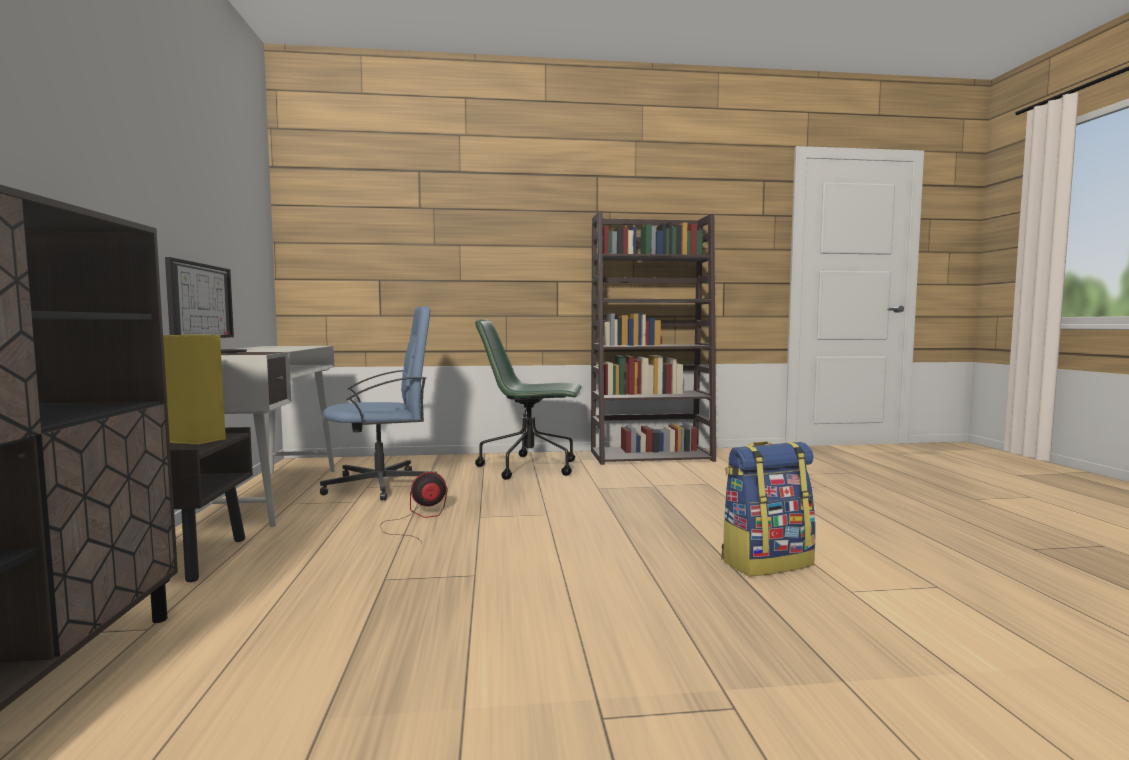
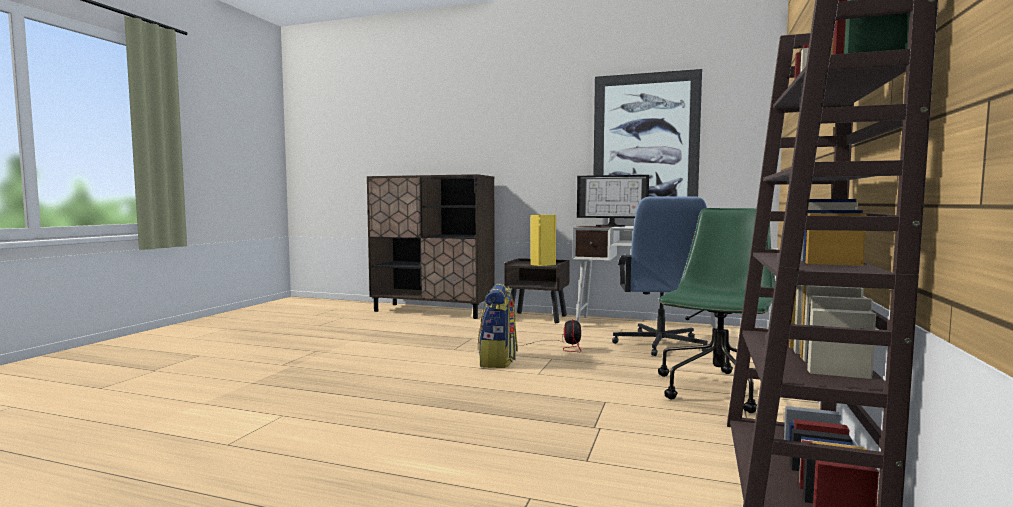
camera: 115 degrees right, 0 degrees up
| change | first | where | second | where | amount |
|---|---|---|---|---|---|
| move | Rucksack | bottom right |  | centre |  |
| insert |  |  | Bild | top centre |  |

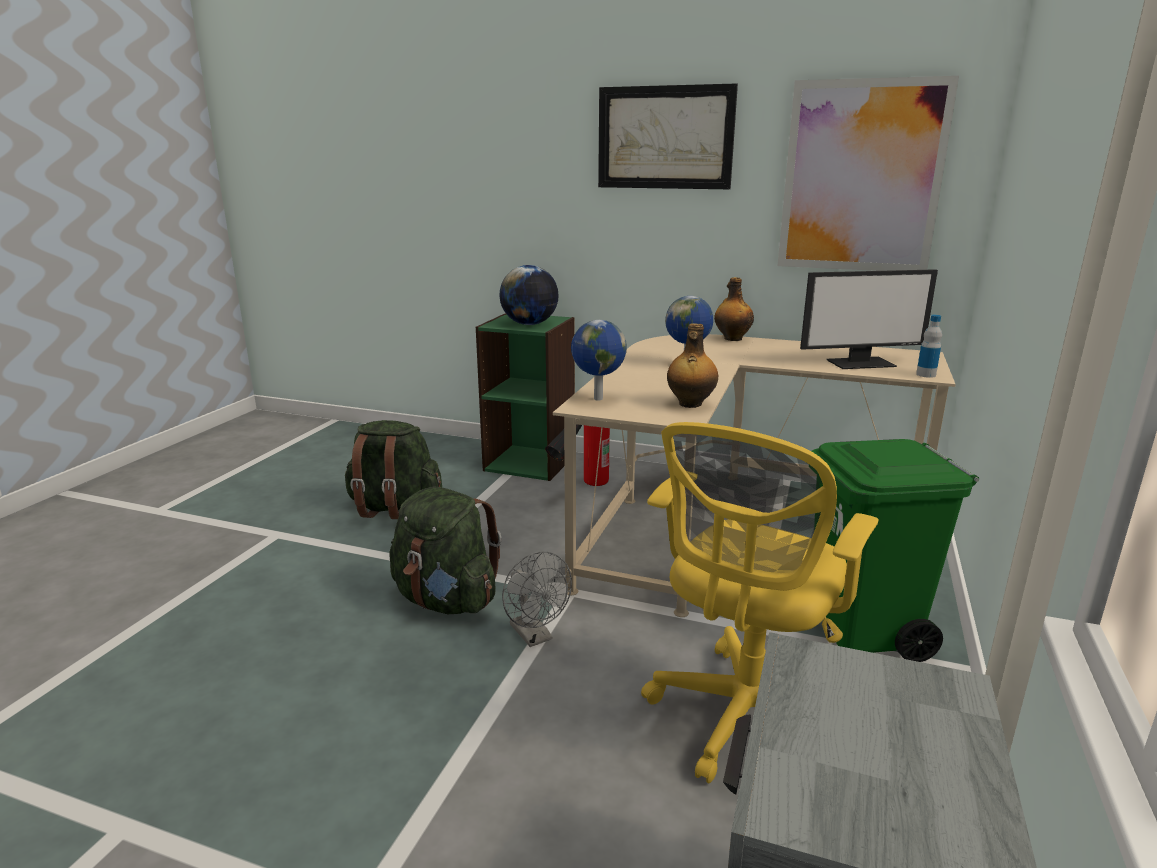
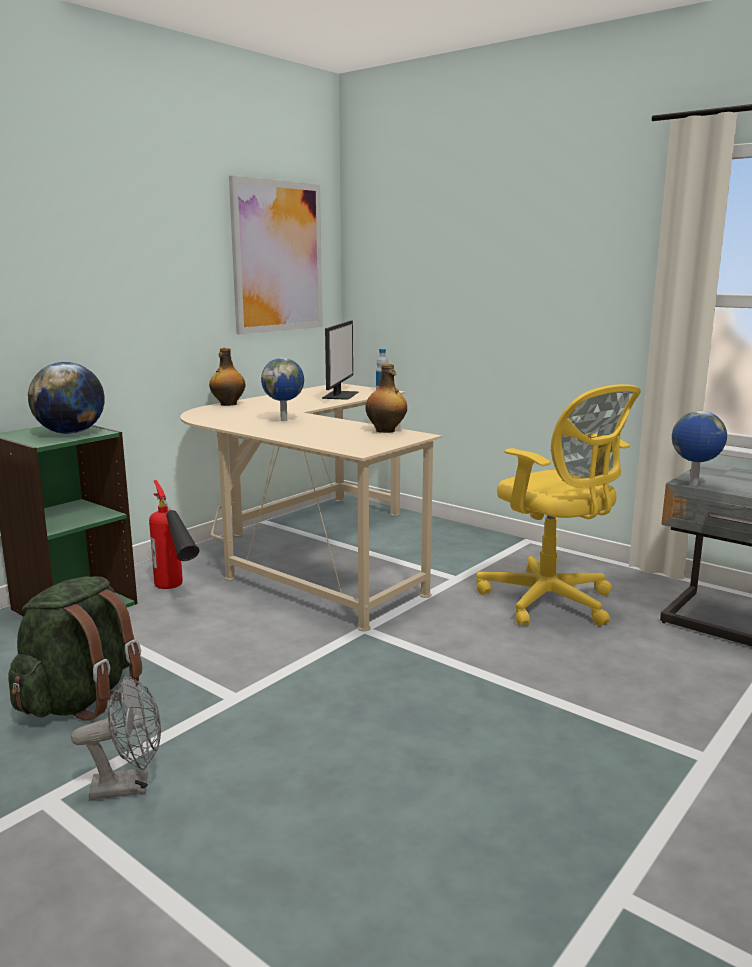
camera: 70 degrees left, 5 degrees down
| change | first | where | second | where | amount |
|---|---|---|---|---|---|
| move | Ventilator/grau | bottom centre |  | bottom left |  |
| move | Globus (2nd from left in the first image) | centre | Globus (3rd from left) | middle right |  |
| delete | Rucksack/grün (2nd from left) | centre |  |  |  |
| delete | Bild (1st from left) | top centre |  |  |  |
| delete | Mülleimer/grün | middle right |  |  |  |

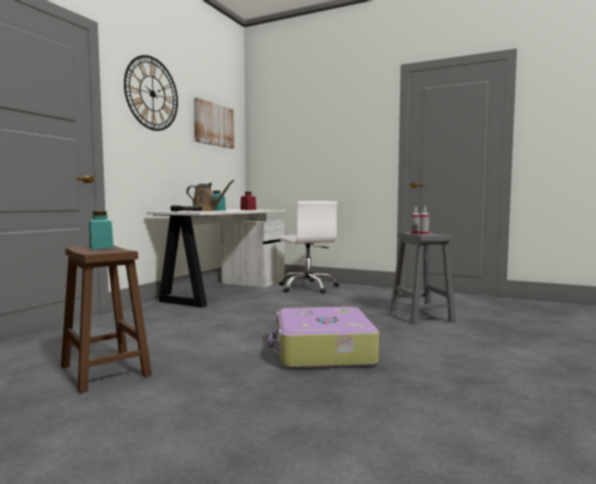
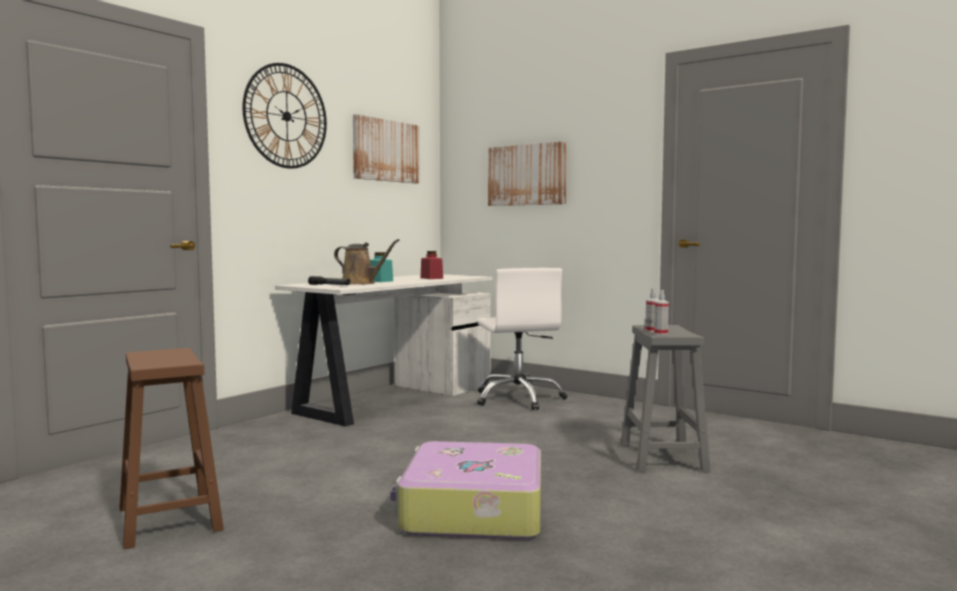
camera: 10 degrees right, 0 degrees up
| change | first | where | second | where | amount |
|---|---|---|---|---|---|
| insert |  |  | Bild (2nd from left) | top centre |  |
| delete | Vorratsglas/türkis (1st from left) | middle left |  |  |  |

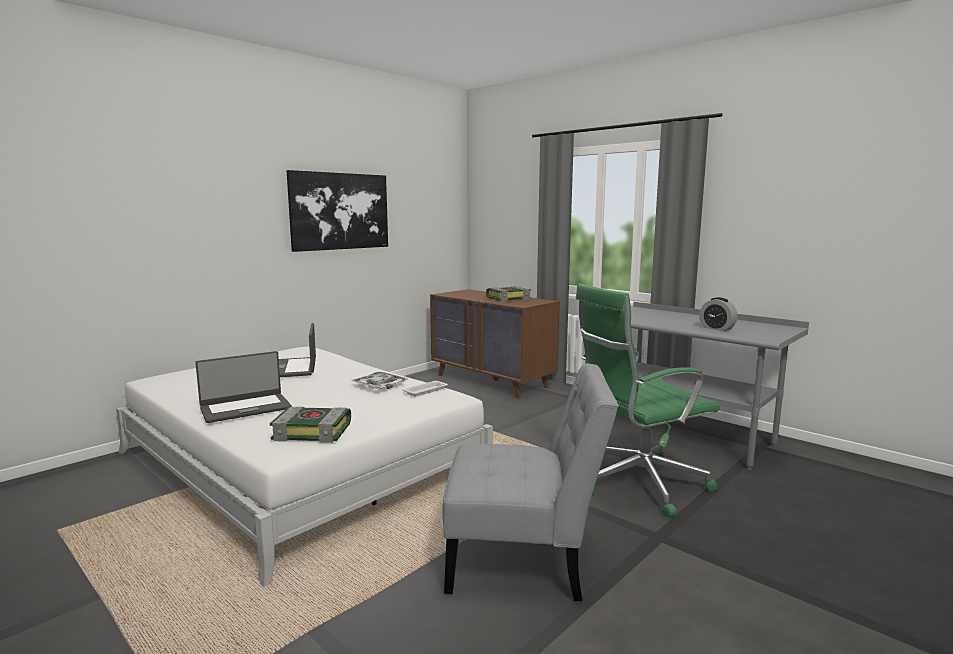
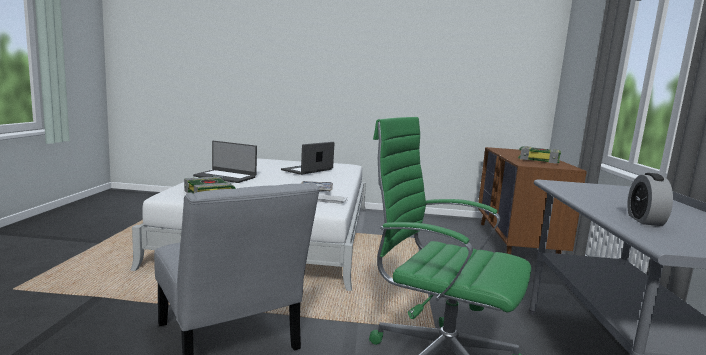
camera: 50 degrees right, 0 degrees up
| change | first | where | second | where | amount |
|---|---|---|---|---|---|
| delete | Bild | top centre |  |  |  |

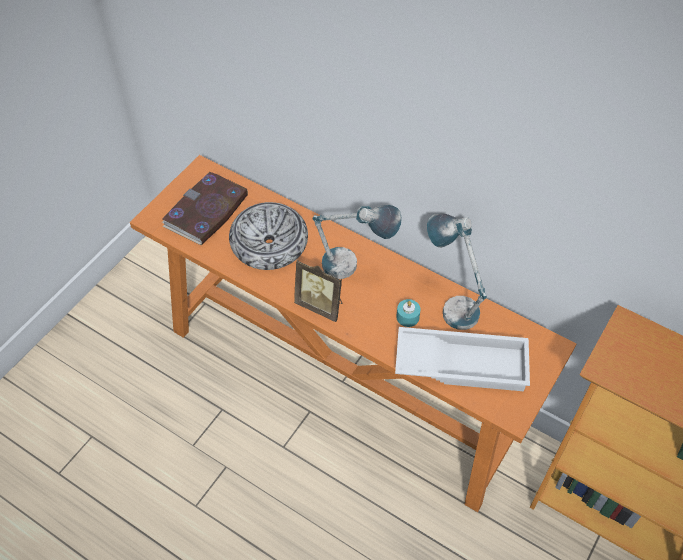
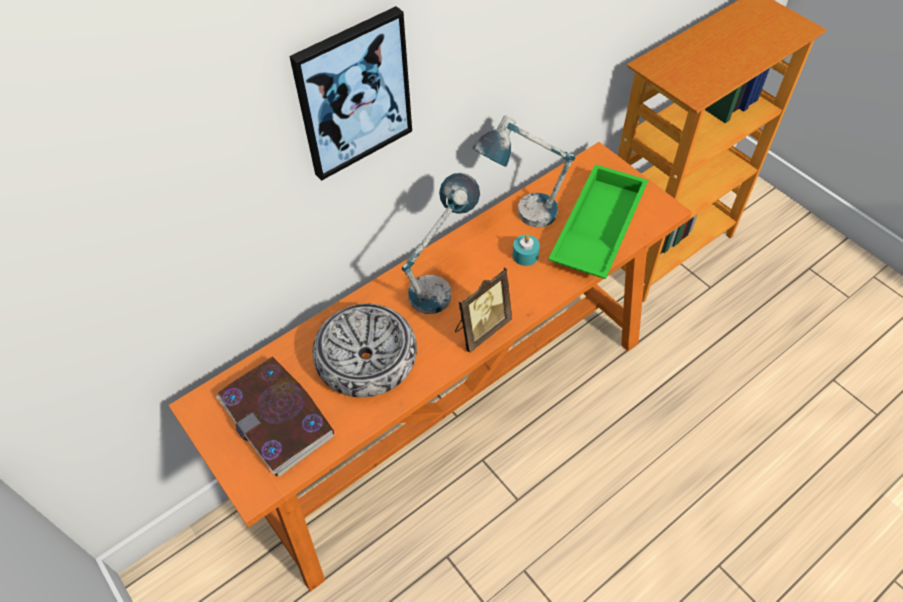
camera: 70 degrees left, 0 degrees up
| change | first | where | second | where | amount |
|---|---|---|---|---|---|
| insert |  |  | Bild | top centre |  |
| recolor | Tablett/weiß | middle right | Tablett/grün | centre |  |

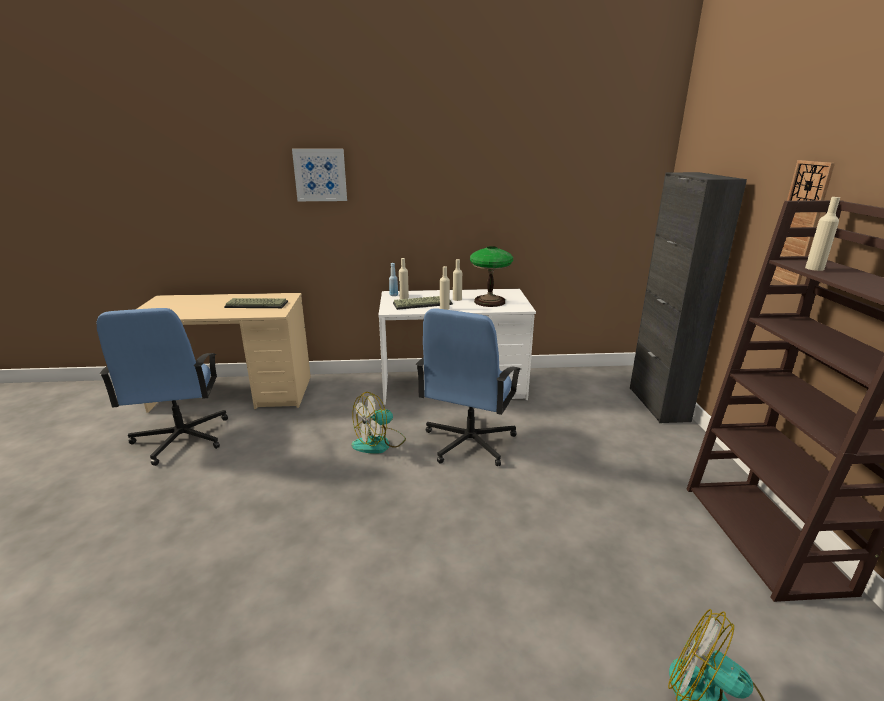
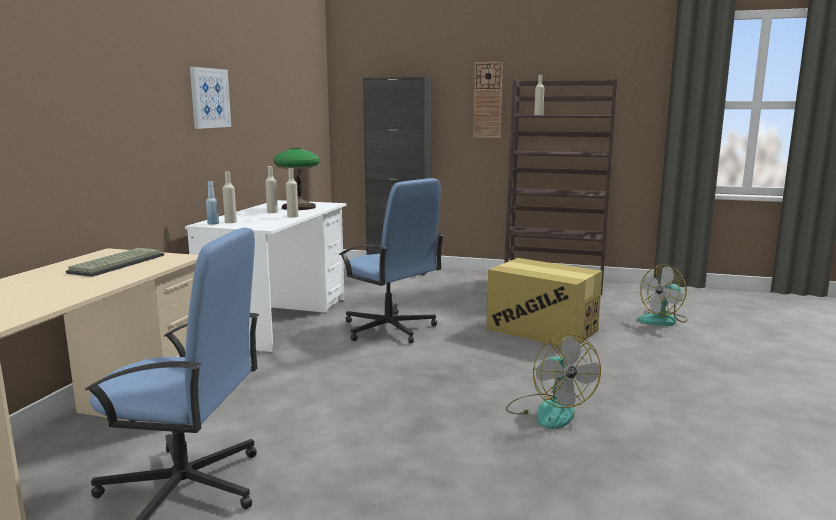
camera: 70 degrees left, 10 degrees down
| change | first | where | second | where | amount |
|---|---|---|---|---|---|
| move | Bild | top centre |  | top left |  |
| insert |  |  | Karton | centre |  |
| move | Ventilator (1st from left) | centre |  | bottom centre |  |
| delete | Tastatur (2nd from left) | centre |  |  |  |

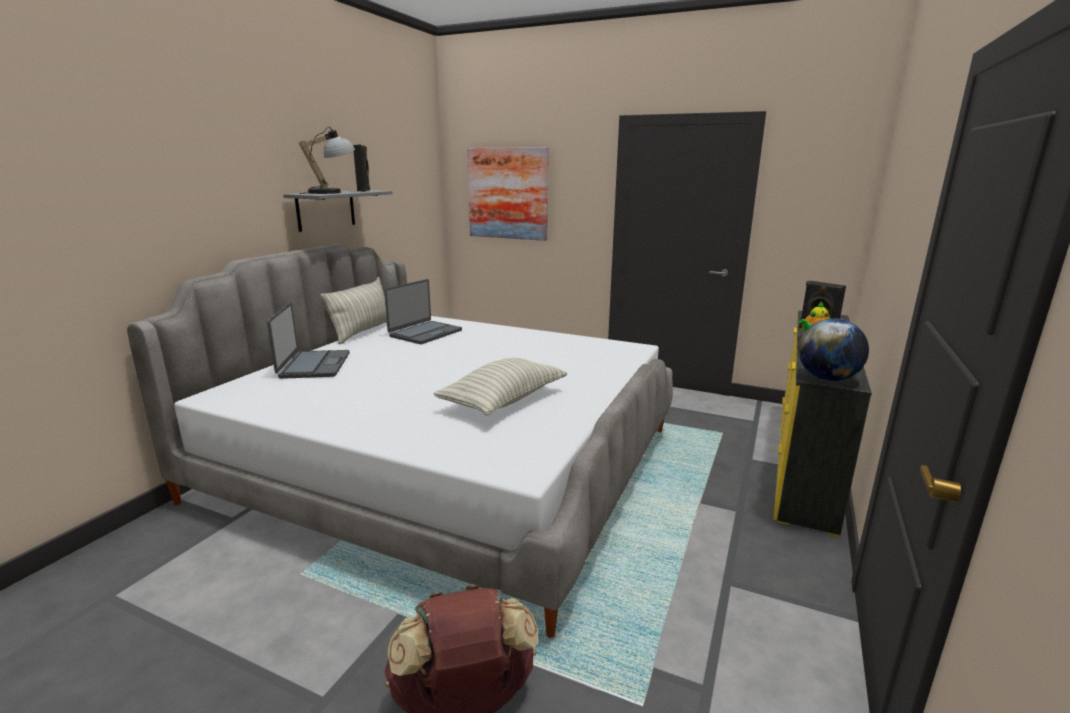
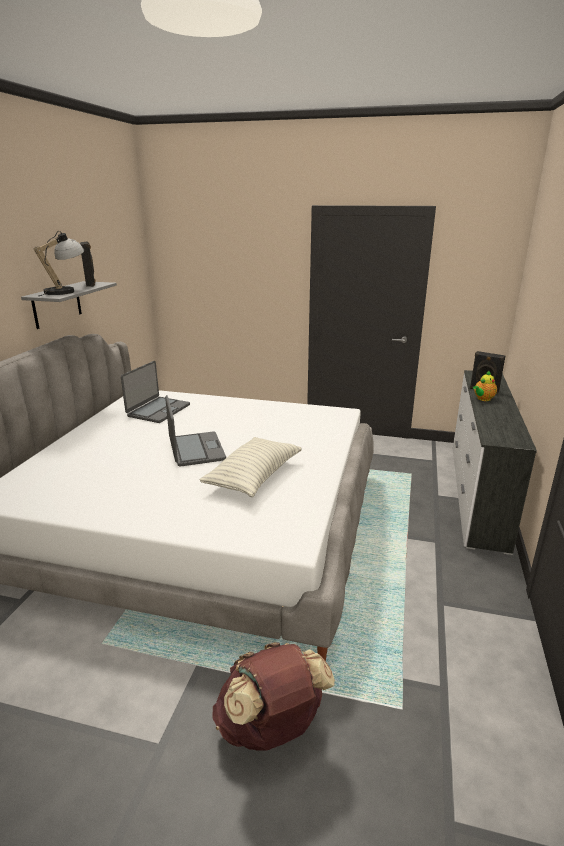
camera: 10 degrees left, 5 degrees up
| change | first | where | second | where | amount |
|---|---|---|---|---|---|
| move | Laptop (1st from left in the first image) | middle left | Laptop (2nd from left) | centre |  |
| recolor | Kommode/gelb | middle right | Kommode/weiß | middle right |  |
| delete | Kissen (1st from left) | middle left |  |  |  |
| delete | Bild | top centre |  |  |  |
| delete | Globus | middle right |  |  |  |

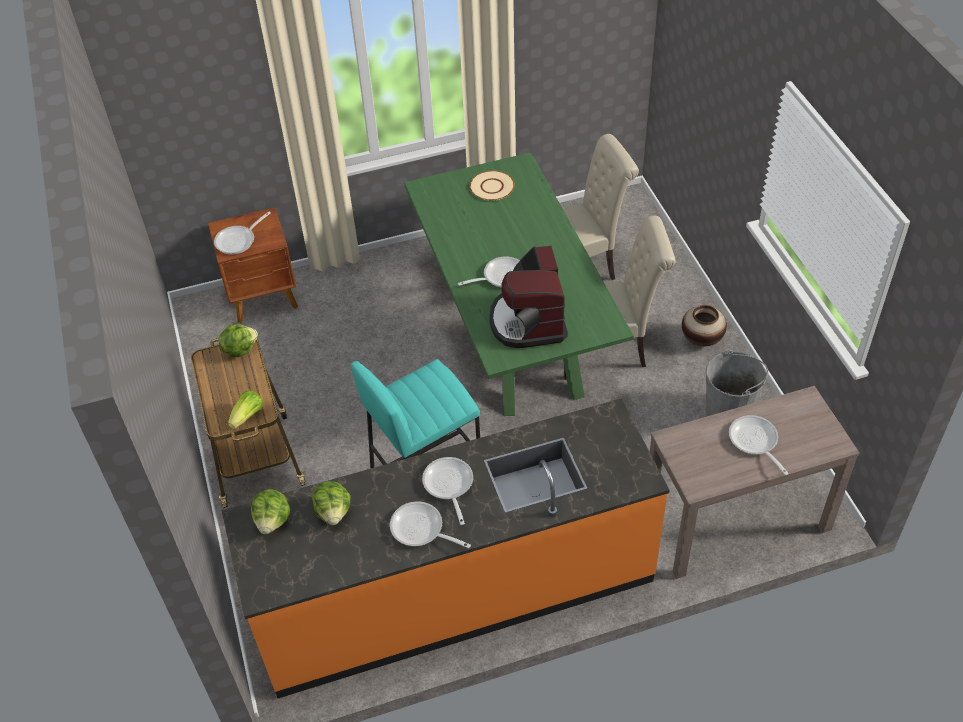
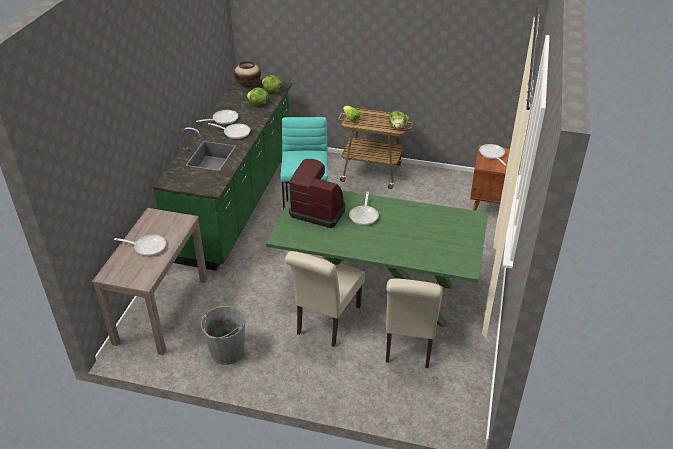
camera: 120 degrees right, 10 degrees down
| change | first | where | second | where | amount |
|---|---|---|---|---|---|
| recolor | Küchenzeile/orange | bottom centre | Küchenzeile/grün | middle left |  |
| move | Vase | middle right |  | top centre |  |
| delete | Teller/beige | top centre |  |  |  |

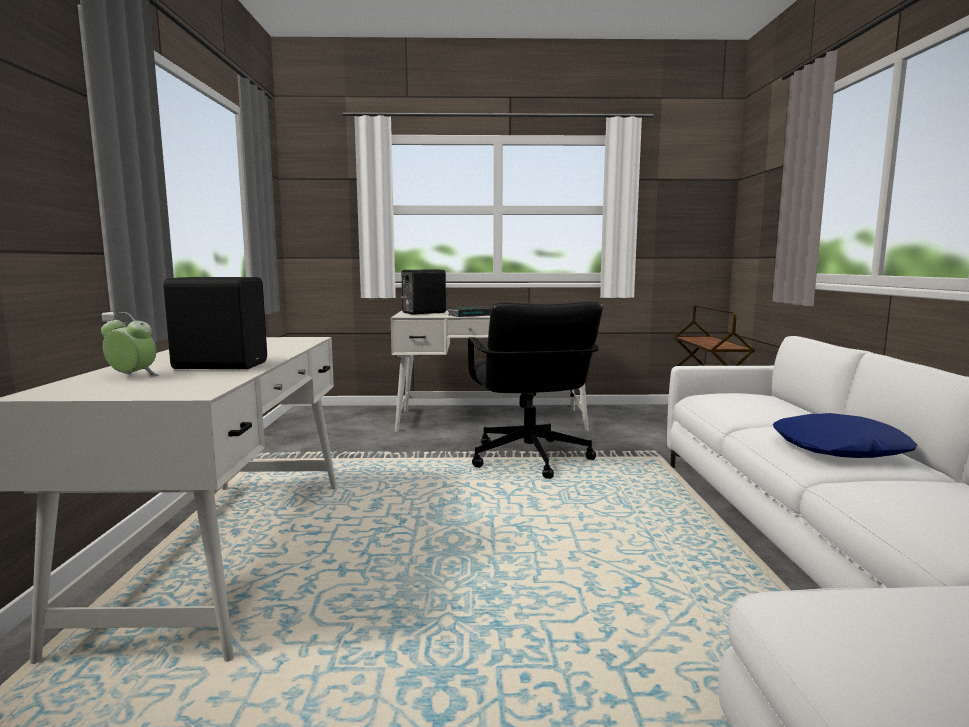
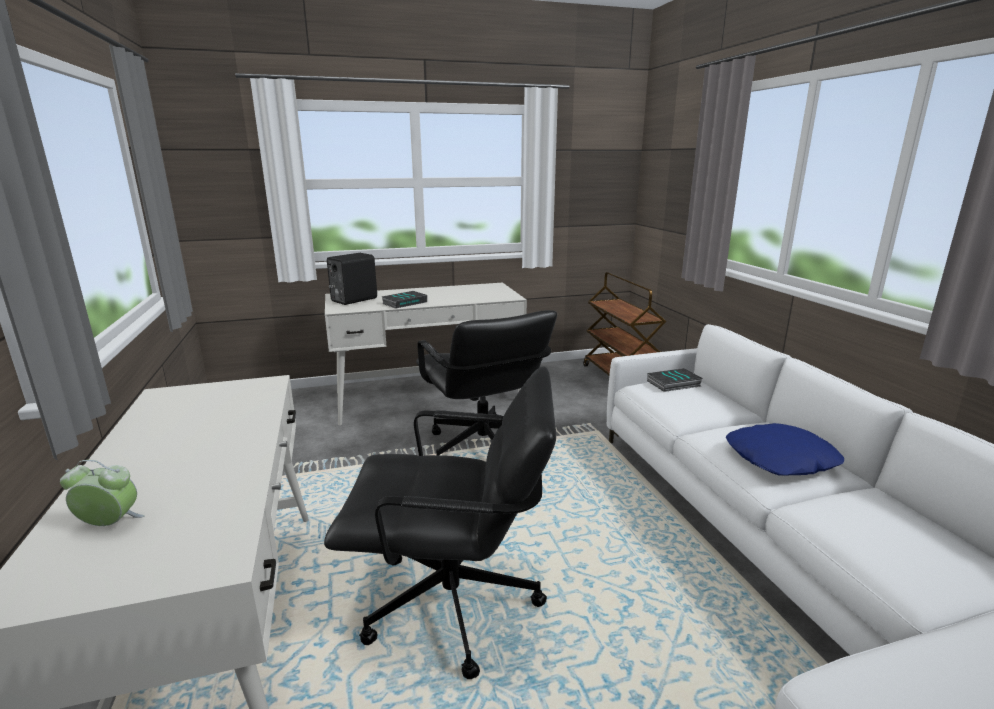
camera: 15 degrees left, 10 degrees up
| change | first | where | second | where | amount |
|---|---|---|---|---|---|
| insert |  |  | Bürostuhl/schwarz (1st from left) | bottom centre |  |
| insert |  |  | Buch (2nd from left) | middle right |  |
| delete | Lautsprecher/schwarz (1st from left) | middle left |  |  |  |

